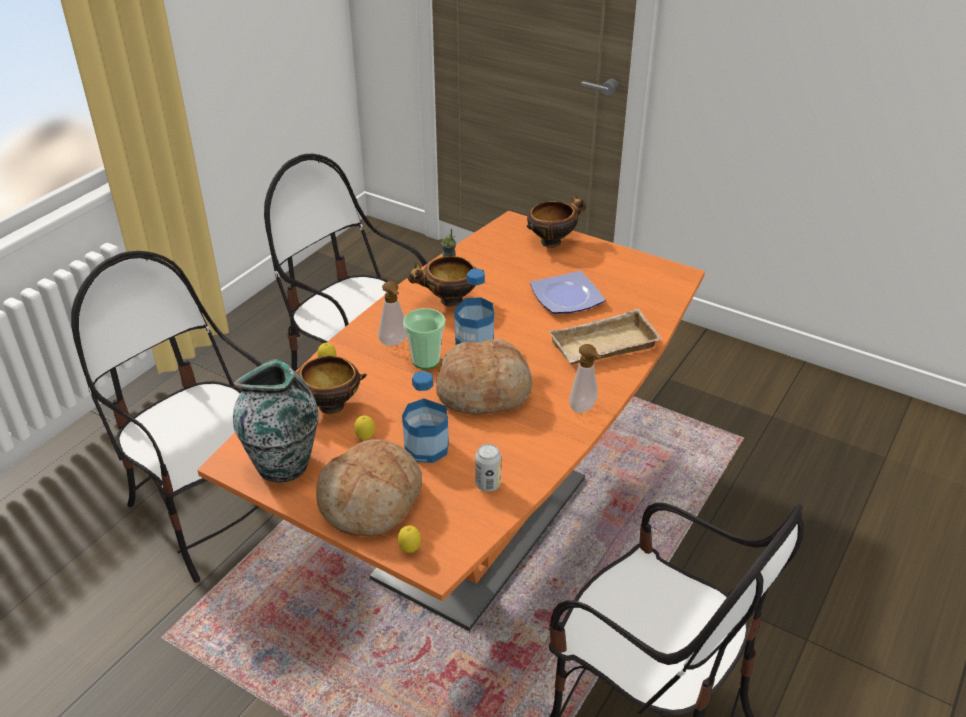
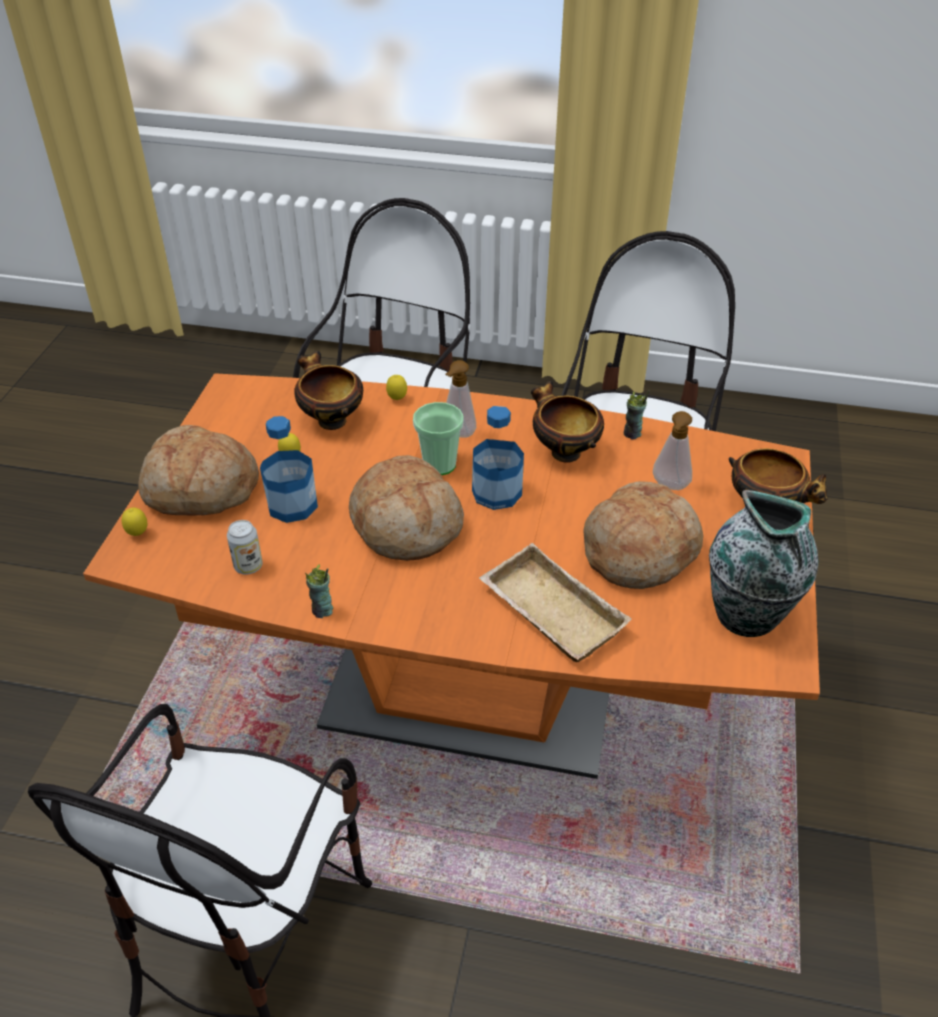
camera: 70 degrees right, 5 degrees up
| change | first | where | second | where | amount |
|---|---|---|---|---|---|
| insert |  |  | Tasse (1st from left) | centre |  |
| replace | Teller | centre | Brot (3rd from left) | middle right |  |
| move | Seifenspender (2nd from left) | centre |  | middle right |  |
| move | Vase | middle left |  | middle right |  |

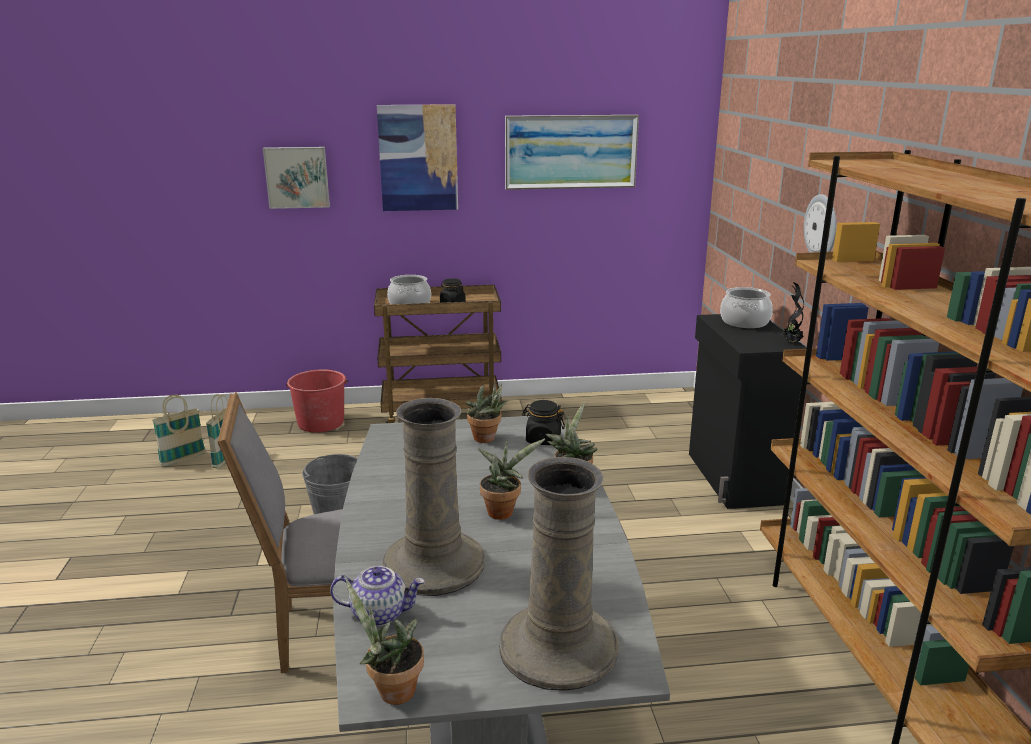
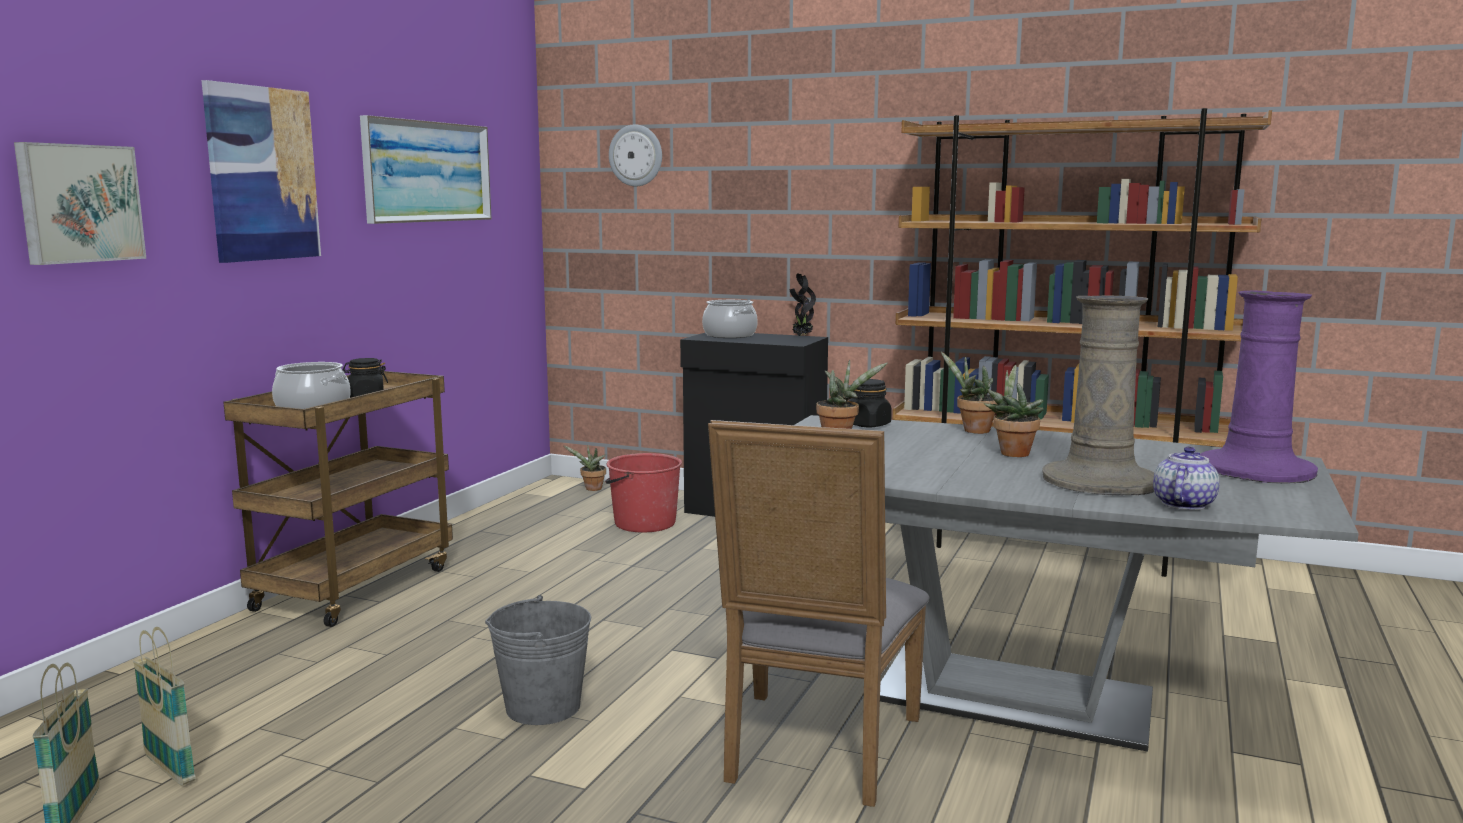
camera: 60 degrees left, 10 degrees down
| change | first | where | second | where | amount |
|---|---|---|---|---|---|
| move | Topfpflanze (1st from left) | bottom centre |  | centre |  |
| move | Eimer/rot | middle left |  | centre |  |
| move | Wanduhr | top right |  | top centre |  |
| recolor | Vase/beige (2nd from left) | bottom centre | Vase/lila | middle right |  |

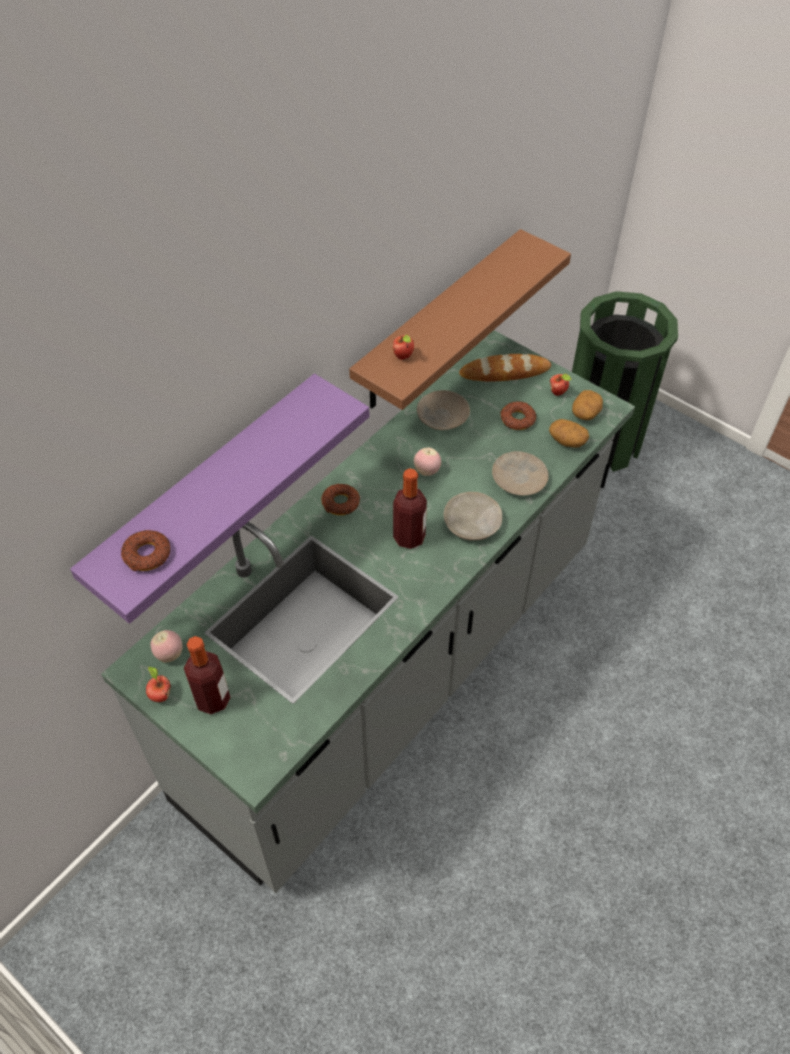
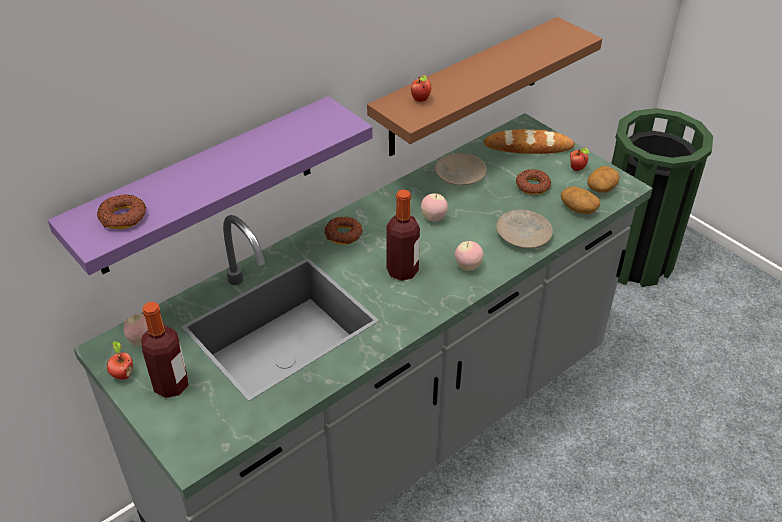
camera: 10 degrees right, 10 degrees down
| change | first | where | second | where | amount |
|---|---|---|---|---|---|
| replace | Teller/beige (2nd from left) | centre | Apfel (5th from left) | centre |  |

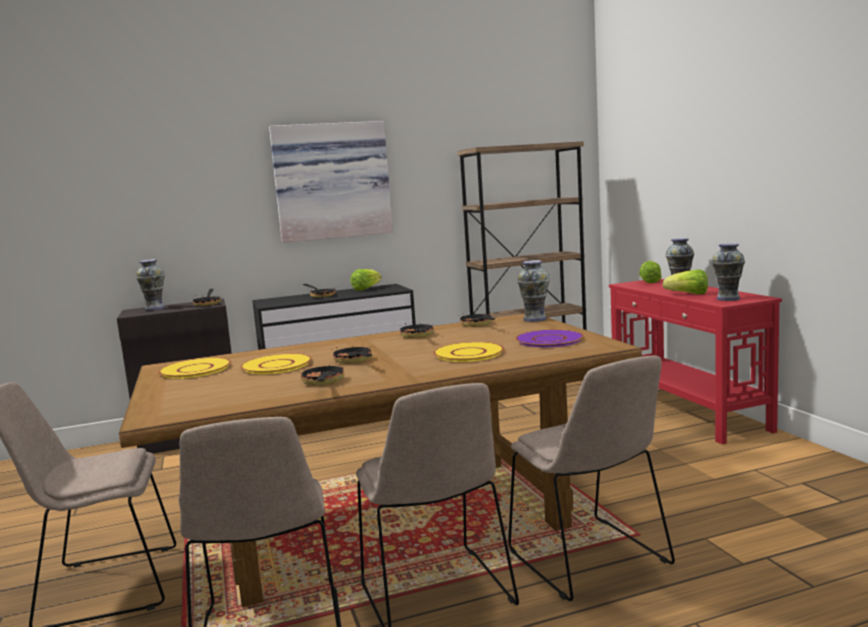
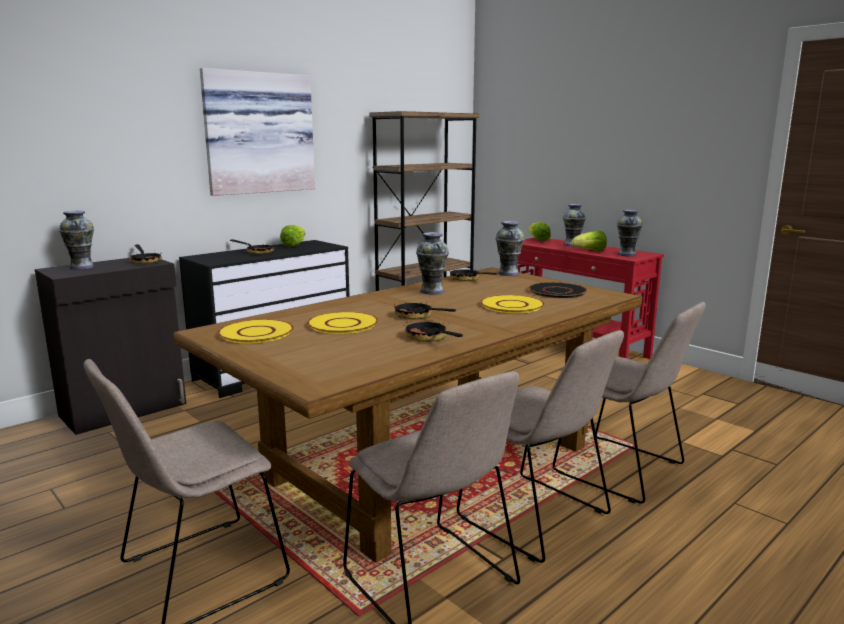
camera: 25 degrees left, 5 degrees up
| change | first | where | second | where | amount |
|---|---|---|---|---|---|
| replace | Pfanne (5th from left) | centre | Vase (2nd from left) | centre |  |
| recolor | Teller/lila | centre | Teller/schwarz | centre |  |

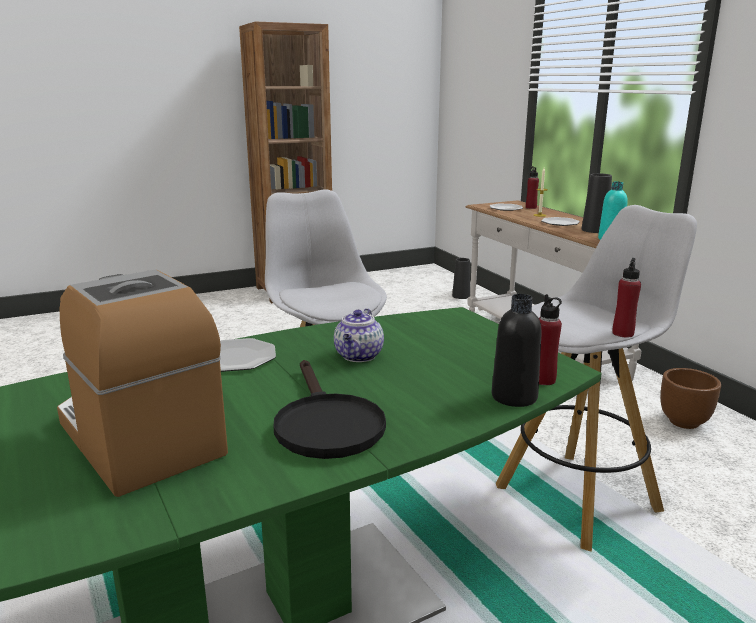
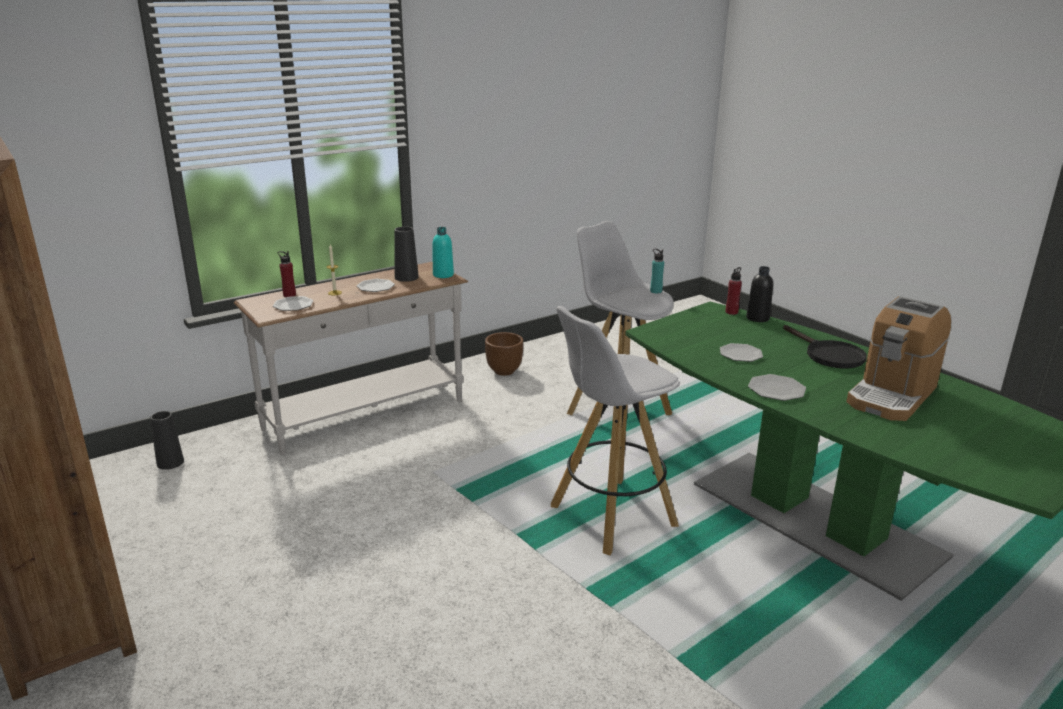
camera: 100 degrees left, 5 degrees up
| change | first | where | second | where | amount |
|---|---|---|---|---|---|
| recolor | Flasche/rot (3rd from left) | middle right | Flasche/türkis (2nd from left) | centre |  |
| replace | Teekanne | centre | Teller (3rd from left) | middle right |  |
| rotate | Pfanne/schwarz | centre |  | middle right | 90 degrees clockwise |

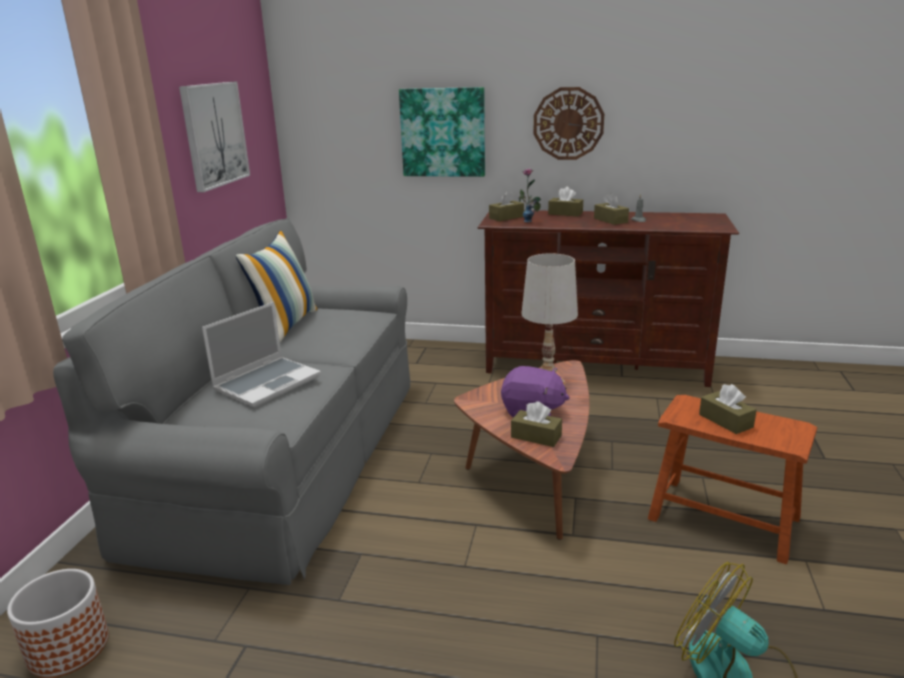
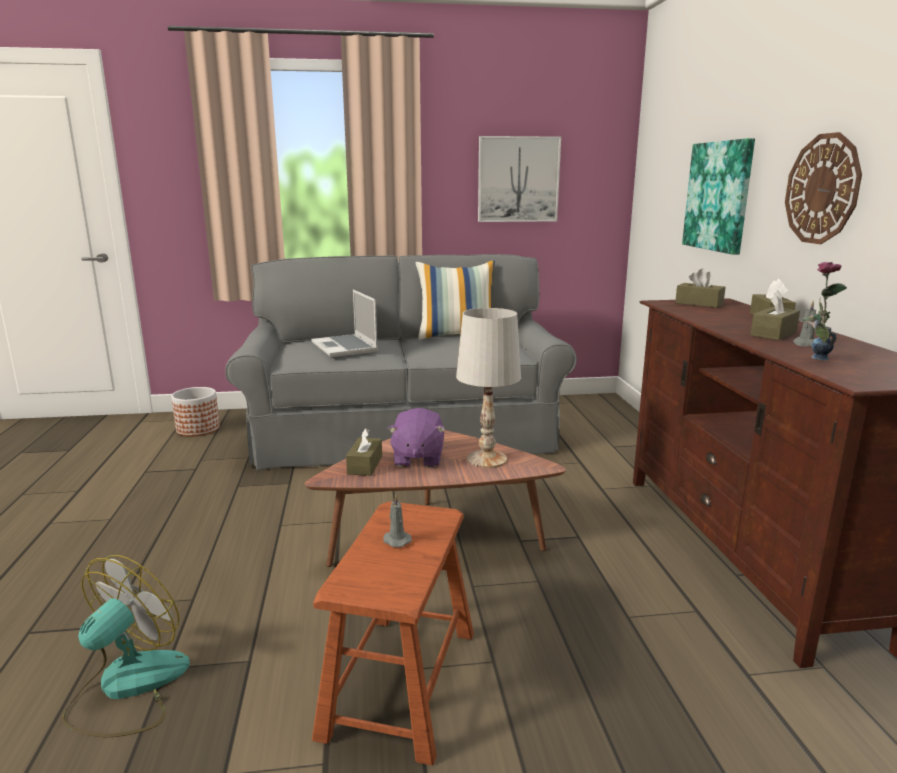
camera: 70 degrees right, 5 degrees down
| change | first | where | second | where | amount |
|---|---|---|---|---|---|
| rotate | Laptop | middle left |  | centre | 45 degrees clockwise |
| replace | Taschentuchbox/braun (5th from left) | middle right | Kerze/grau (1st from left) | bottom centre |  |
| move | Vase | top centre |  | middle right |  |

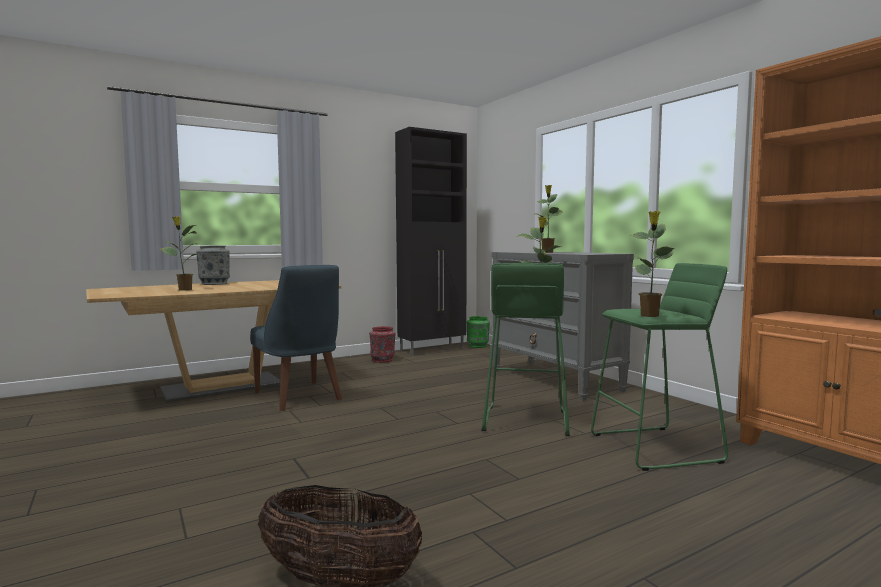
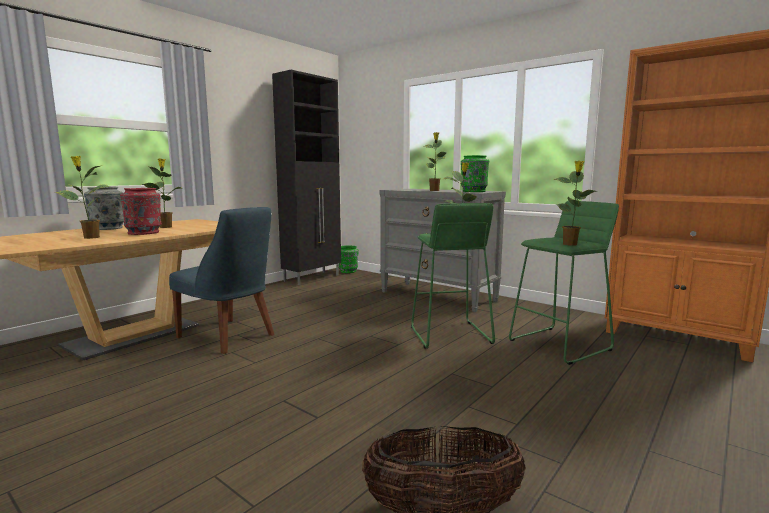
camera: 20 degrees left, 5 degrees up
| change | first | where | second | where | amount |
|---|---|---|---|---|---|
| move | Vase/rot | centre |  | middle left |  |
| insert |  |  | Topfpflanze (2nd from left) | middle left |  |
| insert |  |  | Vase/grün (2nd from left) | centre |  |

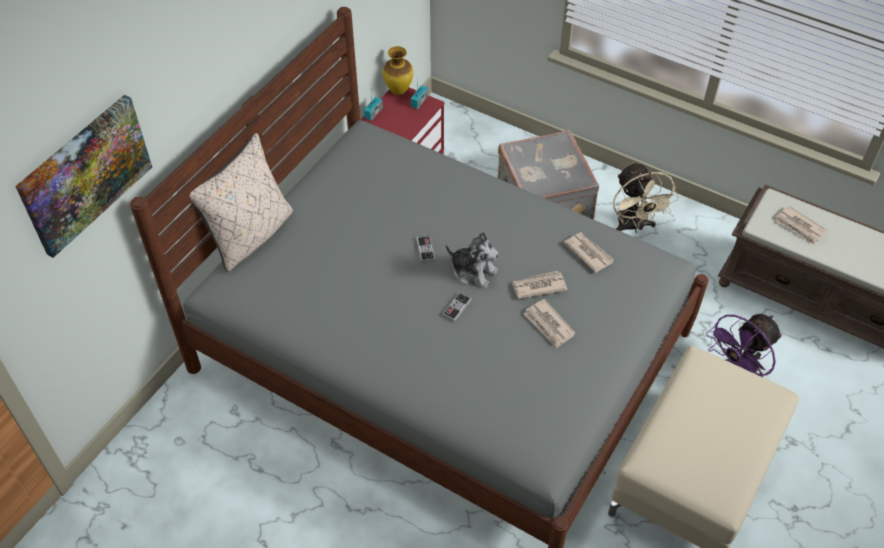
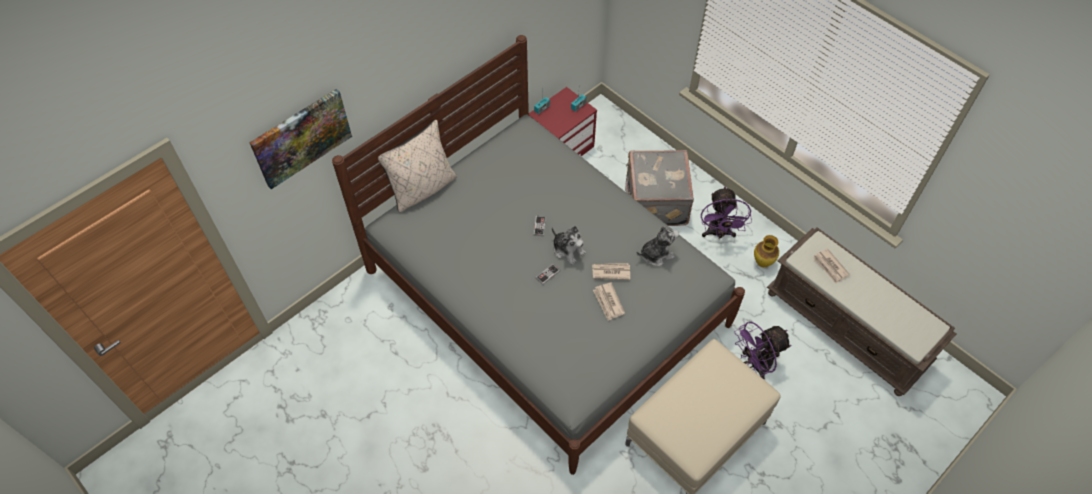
camera: 15 degrees right, 5 degrees up
| change | first | where | second | where | amount |
|---|---|---|---|---|---|
| replace | Zeitung (3rd from left) | centre | Plüschtier (2nd from left) | centre |  |
| recolor | Ventilator/beige | middle right | Ventilator/lila (1st from left) | centre |  |
| move | Vase | top centre |  | middle right |  |

